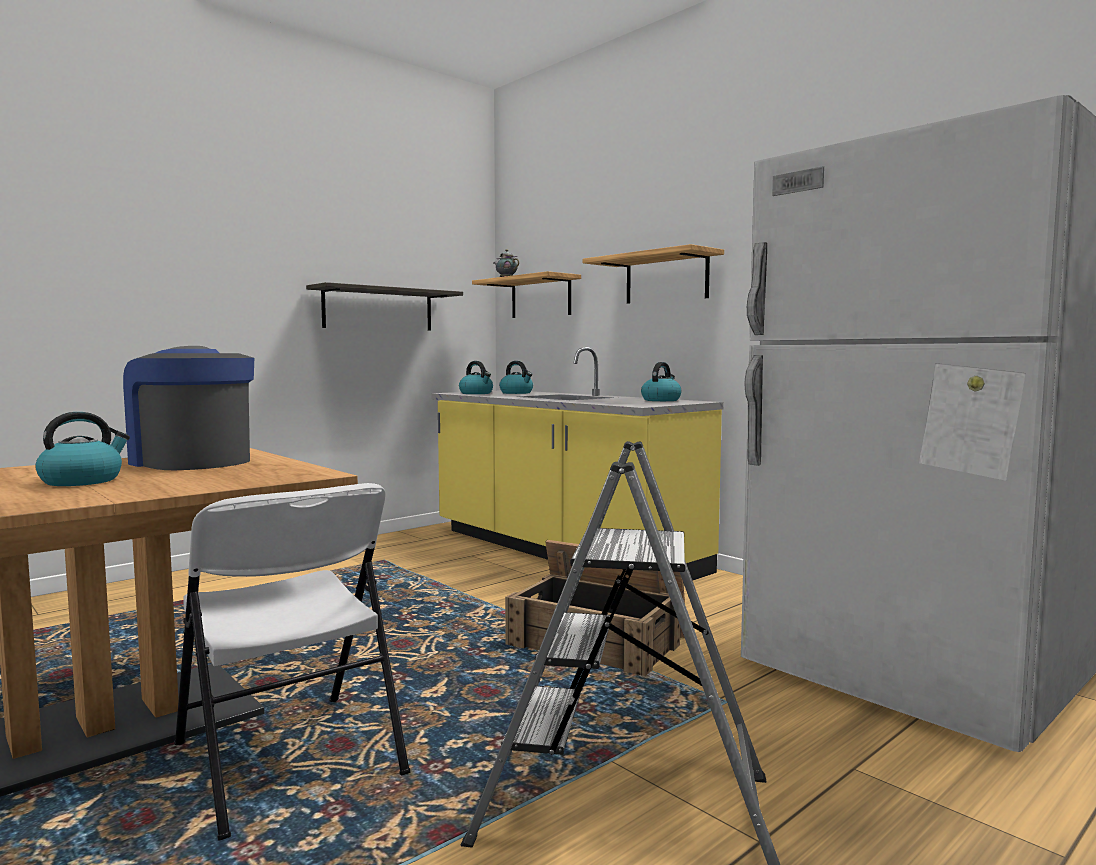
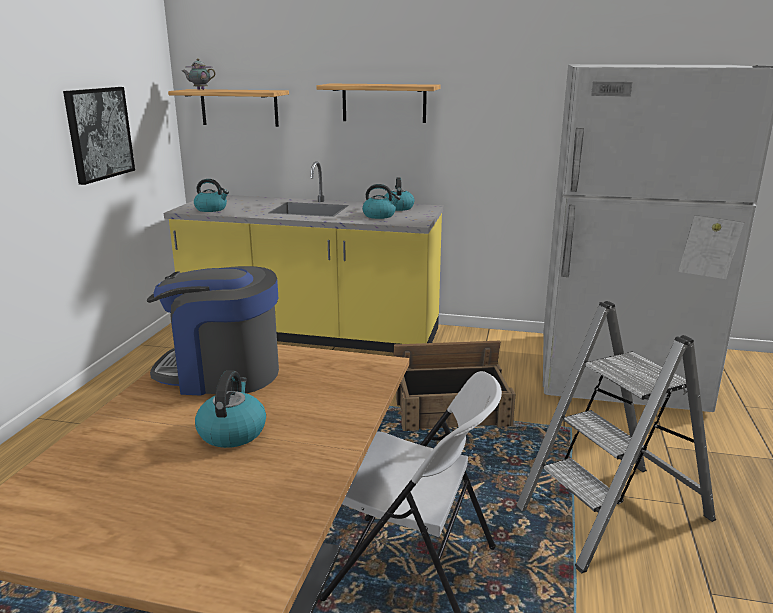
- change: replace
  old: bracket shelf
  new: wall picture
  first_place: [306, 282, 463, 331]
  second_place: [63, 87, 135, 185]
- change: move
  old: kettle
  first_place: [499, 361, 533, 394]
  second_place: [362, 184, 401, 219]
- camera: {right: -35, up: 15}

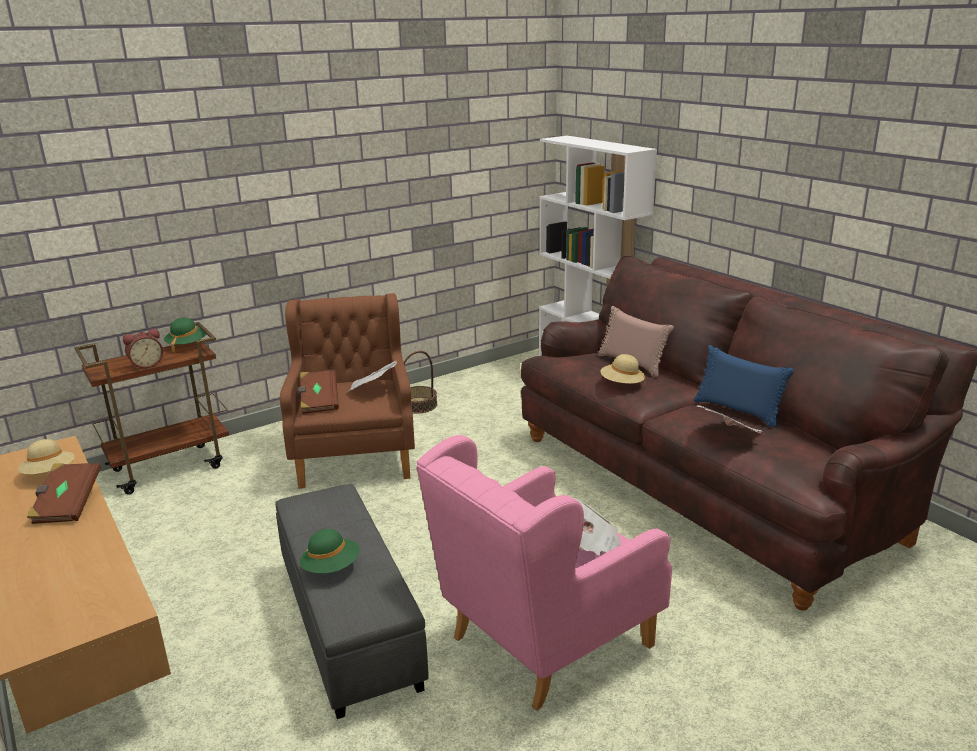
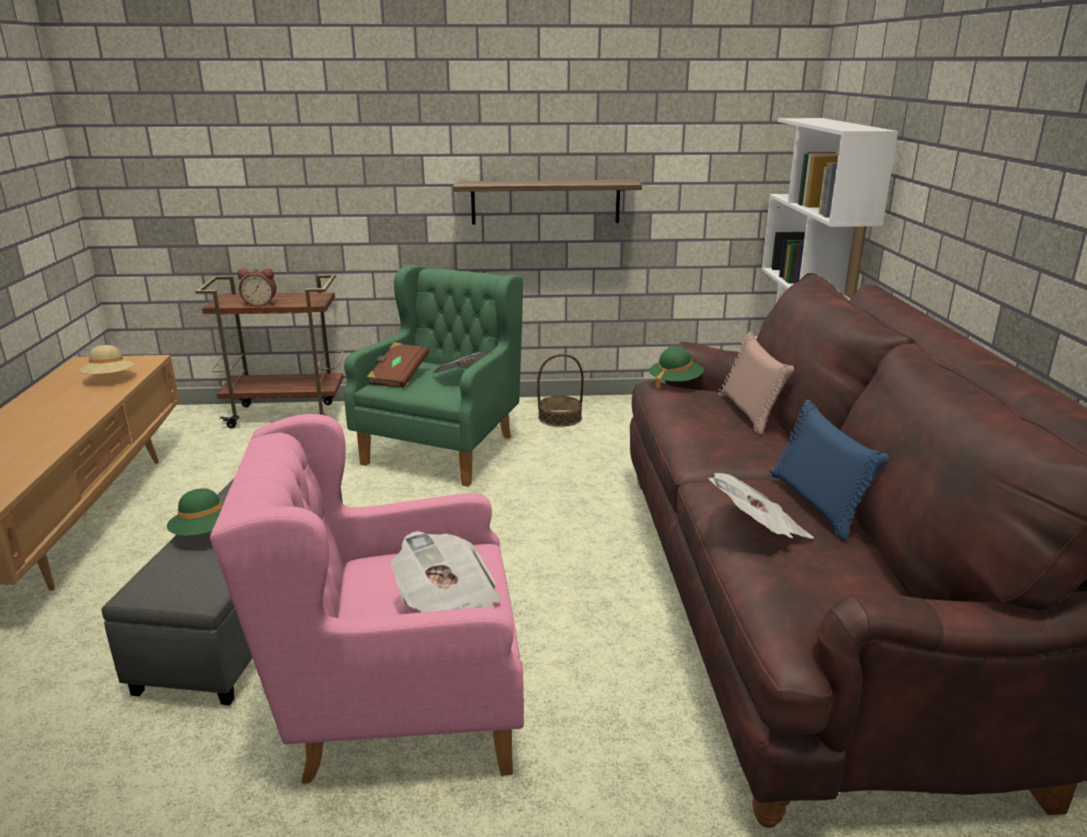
- change: recolor
  old: armchair (brownish)
  new: armchair (greenish)
  first_place: [280, 293, 415, 489]
  second_place: [344, 265, 524, 487]
- change: move
  old: hat (greenish)
  first_place: [164, 318, 206, 352]
  second_place: [649, 347, 704, 389]
- change: delete
  old: hat (sand-coloured)
  first_place: [601, 354, 645, 387]
- change: delete
  old: volume (brownish)
  first_place: [27, 463, 101, 524]
- change: insert
  new: bracket shelf
  second_place: [453, 180, 642, 225]
- camera: {right: 30, up: 0}

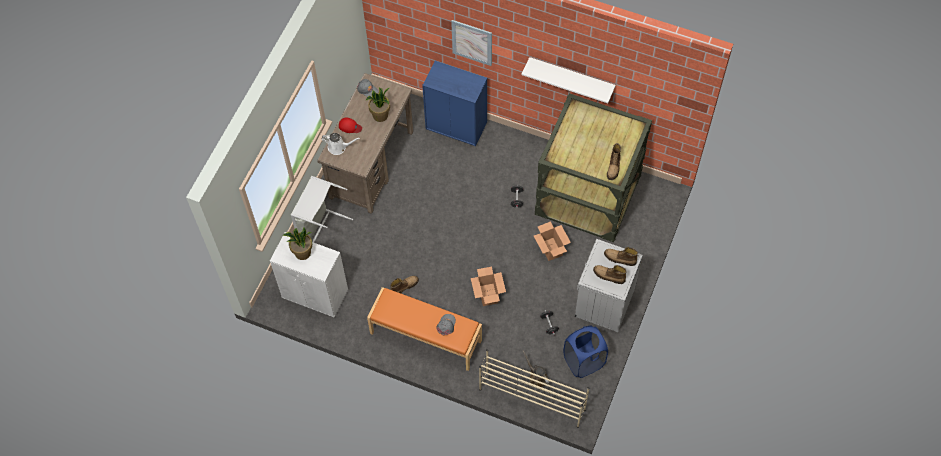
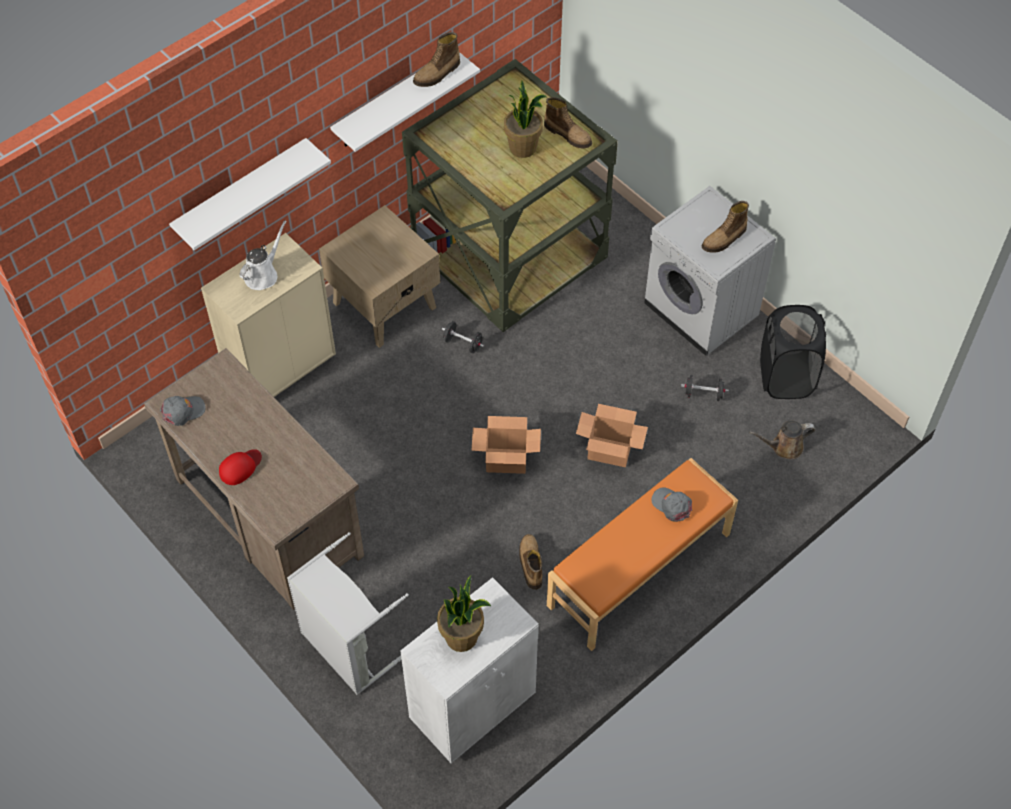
- change: replace
  old: wall picture
  new: bracket shelf (white-coloured)
  first_place: [451, 20, 492, 66]
  second_place: [169, 138, 331, 250]
- change: recolor
  old: storage cabinet (blue)
  new: storage cabinet (sand-coloured)
  first_place: [422, 61, 487, 146]
  second_place: [201, 233, 336, 397]
- change: move
  old: houseplant
  first_place: [365, 87, 390, 122]
  second_place: [504, 81, 547, 158]
- change: move
  old: watering can (white-coloured)
  first_place: [321, 133, 360, 155]
  second_place: [240, 220, 287, 290]
- change: move
  old: packing box
  first_place: [534, 221, 571, 261]
  second_place: [471, 416, 541, 474]
- change: move
  old: boot
  first_place: [604, 247, 638, 266]
  second_place: [413, 32, 460, 87]
- change: recolor
  old: hamper (blue)
  new: hamper (blackish)
  first_place: [563, 325, 608, 378]
  second_place: [760, 305, 826, 399]
- change: delete
  old: shoe rack (sand-coloured)
  first_place: [479, 349, 590, 428]
- change: insert
  new: night table (sand-coloured)
  second_place: [319, 205, 440, 348]
- camera: {right: -65, up: -5}

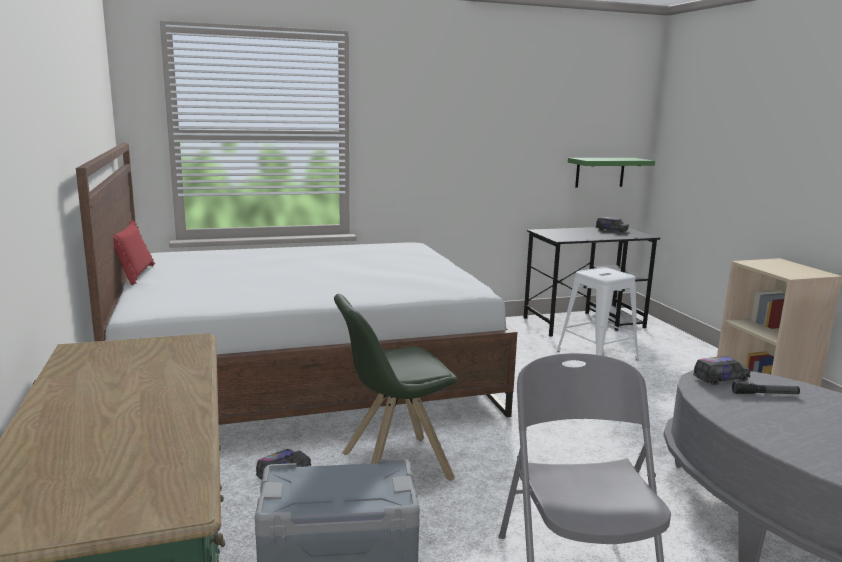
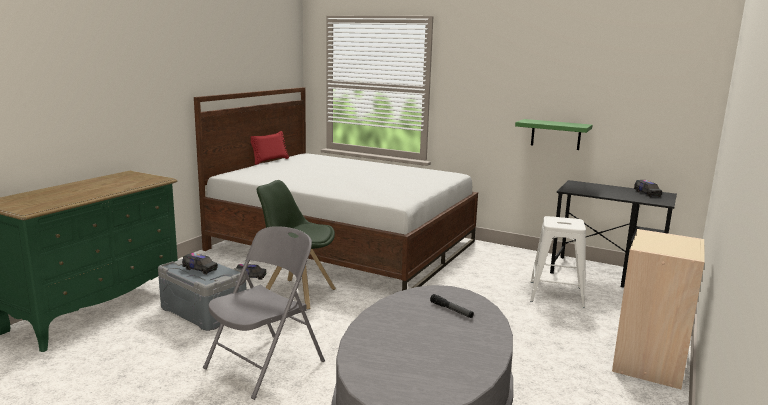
- change: move
  old: bracket shelf (greenish)
  first_place: [568, 158, 655, 187]
  second_place: [515, 119, 592, 150]
- change: move
  old: model truck
  first_place: [693, 356, 751, 385]
  second_place: [182, 253, 217, 275]
- camera: {right: 45, up: 0}

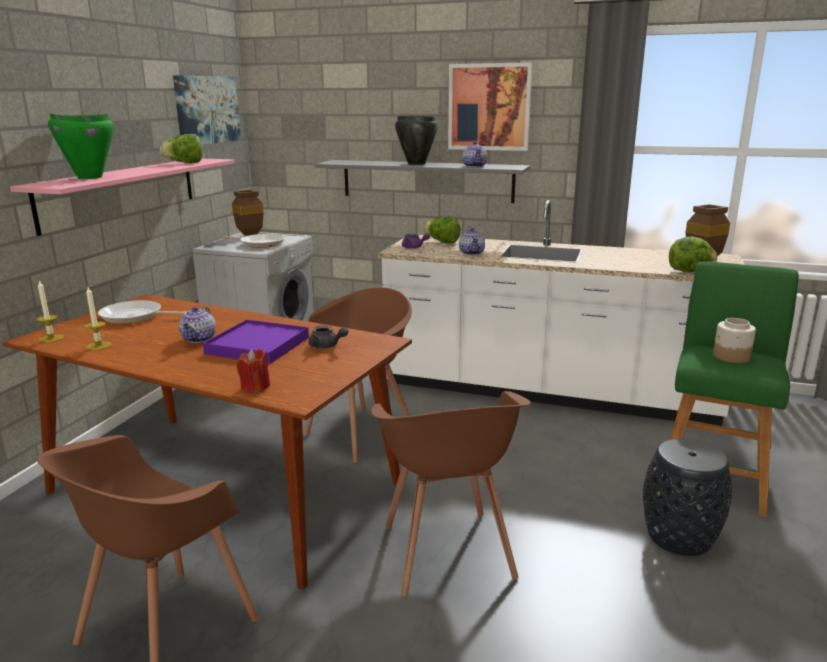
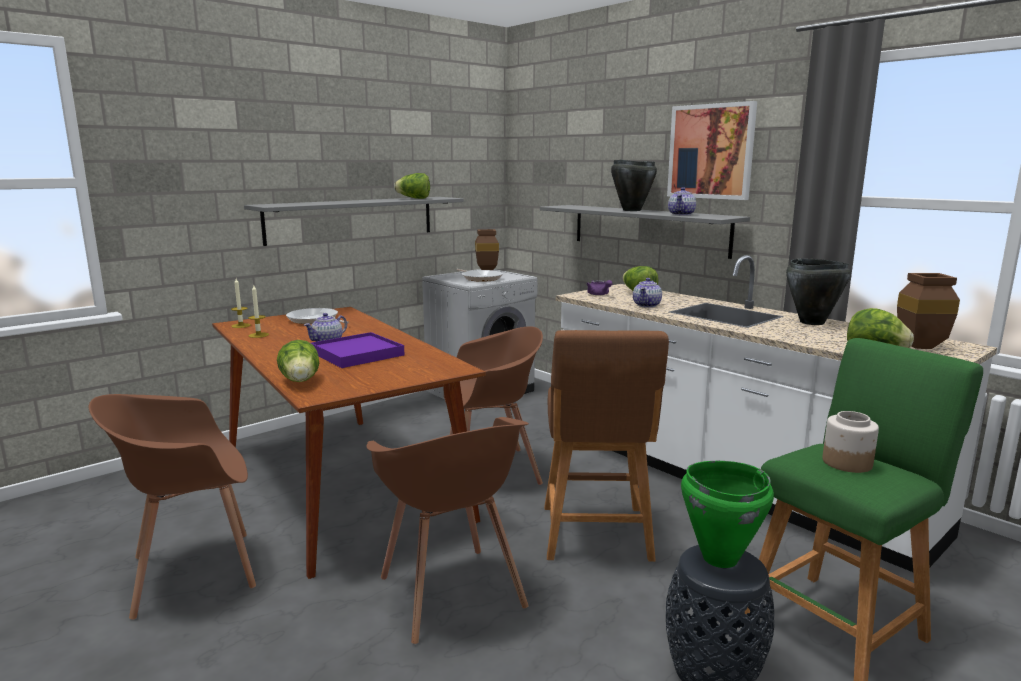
- change: delete
  old: wall picture
  first_place: [173, 75, 241, 145]
- change: move
  old: saucepot (greenish)
  first_place: [48, 114, 114, 179]
  second_place: [681, 461, 774, 568]
- change: recolor
  old: bracket shelf (pinkish)
  new: bracket shelf (gray)
  first_place: [10, 159, 235, 236]
  second_place: [244, 197, 464, 246]
- change: delete
  old: teapot (gray)
  first_place: [309, 326, 349, 348]
- change: replace
  old: candle (red-coloured)
  new: lettuce head
  first_place: [237, 349, 270, 394]
  second_place: [277, 340, 319, 382]
- change: rotate
  old: upright chair (brownish)
  first_place: [371, 391, 531, 596]
  second_place: [366, 417, 529, 644]
  degrees: -45
- change: insert
  new: saucepot (blackish)
  second_place: [786, 258, 851, 325]
- change: insert
  new: stool seat (brownish)
  second_place: [544, 330, 669, 562]
- camera: {right: 30, up: -5}

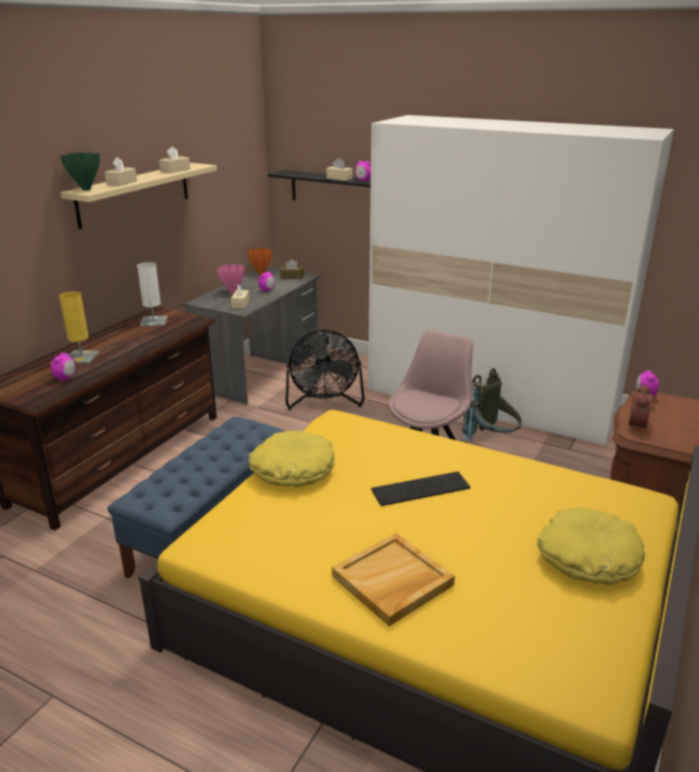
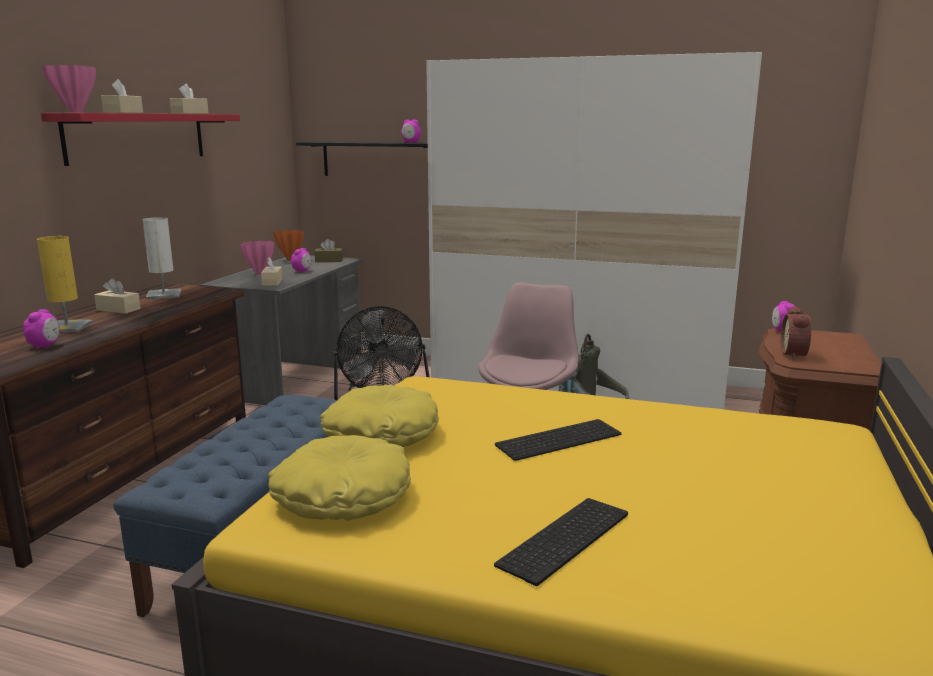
- change: recolor
  old: decorative vase (greenish)
  new: decorative vase (pinkish)
  first_place: [60, 152, 100, 191]
  second_place: [42, 65, 96, 113]
- change: move
  old: box of tissues (sand-coloured)
  first_place: [326, 158, 353, 181]
  second_place: [94, 278, 141, 314]
- change: recolor
  old: bracket shelf (sand-coloured)
  new: bracket shelf (red-coloured)
  first_place: [60, 163, 217, 229]
  second_place: [41, 113, 240, 166]
- change: move
  old: throw pillow (yellow-coloured)
  first_place: [537, 507, 645, 585]
  second_place: [268, 435, 411, 521]
- change: replace
  old: tray (sand-coloured)
  new: keyboard
  first_place: [332, 533, 455, 626]
  second_place: [494, 498, 628, 586]
- camera: {right: -10, up: -10}

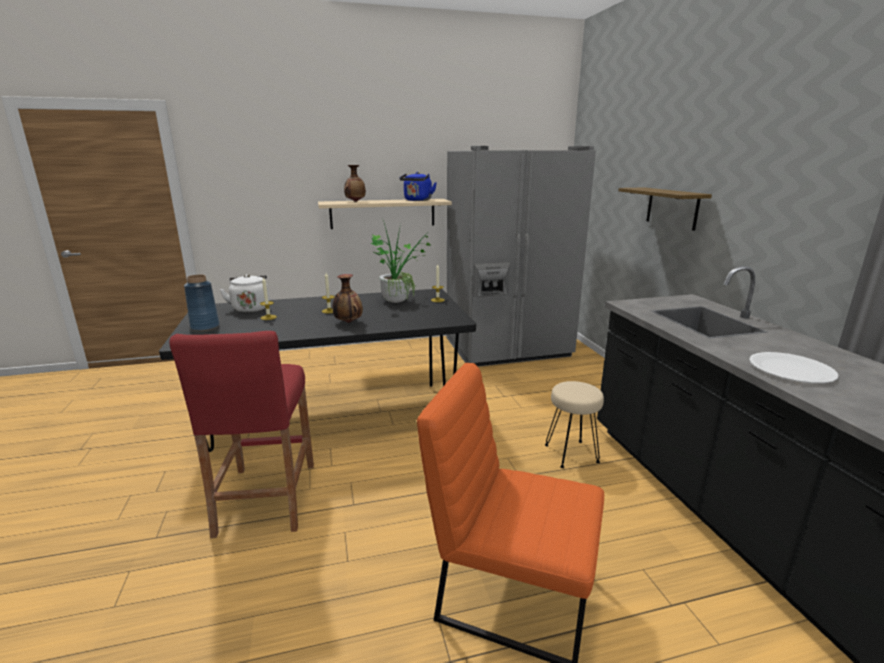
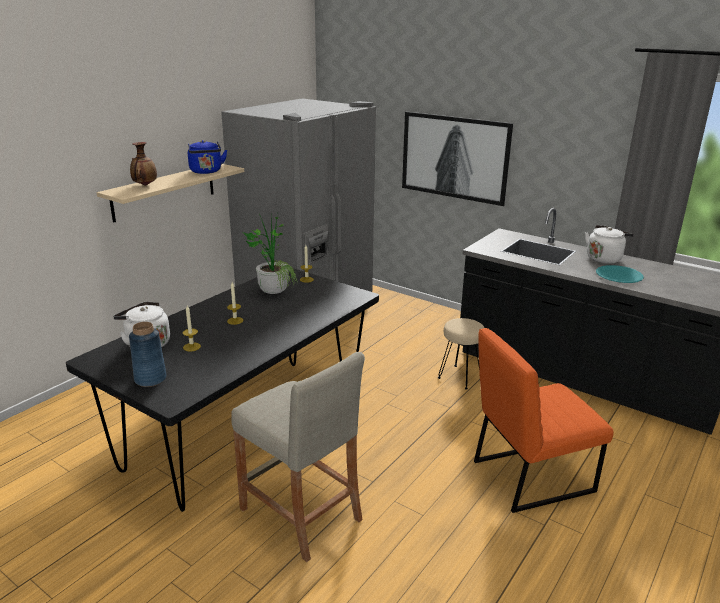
- change: replace
  old: bracket shelf
  new: wall picture
  first_place: [618, 187, 712, 231]
  second_place: [402, 112, 513, 206]
- change: delete
  old: decorative vase
  first_place: [332, 274, 363, 323]
- change: recolor
  old: stool seat (red-coloured)
  new: stool seat (sand-coloured)
  first_place: [169, 331, 314, 538]
  second_place: [231, 352, 365, 562]
- change: recolor
  old: plate (white-coloured)
  new: plate (blue-green)
  first_place: [749, 352, 838, 383]
  second_place: [596, 265, 644, 283]
- change: insert
  new: kettle (white-coloured)
  second_place: [585, 225, 633, 264]
- camera: {right: -40, up: 5}

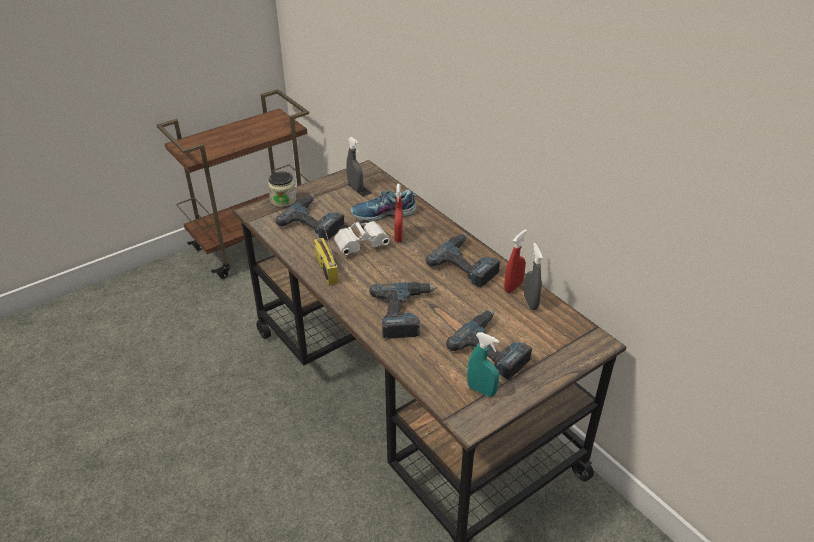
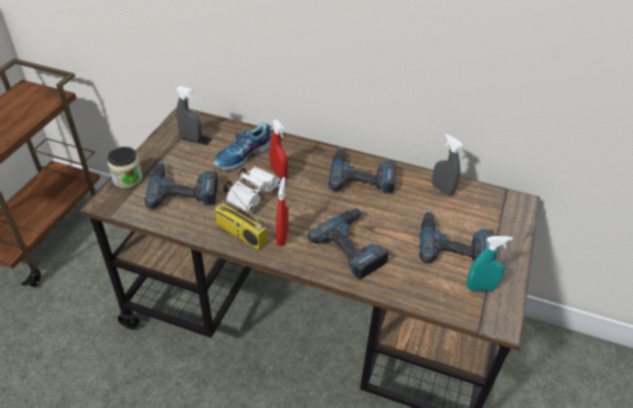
- change: move
  old: hand sprayer (red-coloured)
  first_place: [504, 229, 527, 293]
  second_place: [276, 177, 289, 246]
- camera: {right: -35, up: 5}

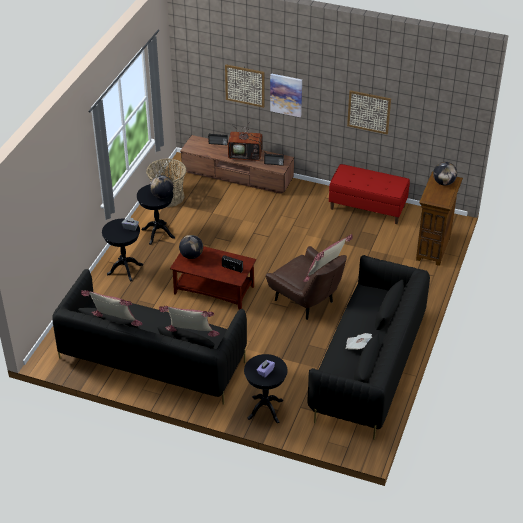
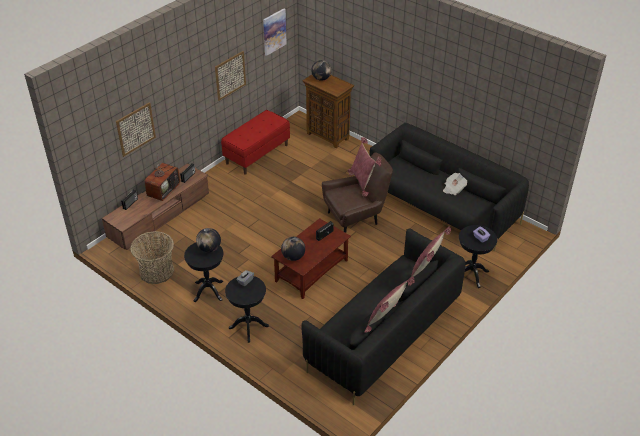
- change: move
  old: wall picture
  first_place: [270, 73, 302, 117]
  second_place: [263, 8, 287, 56]
- camera: {right: -70, up: 0}

